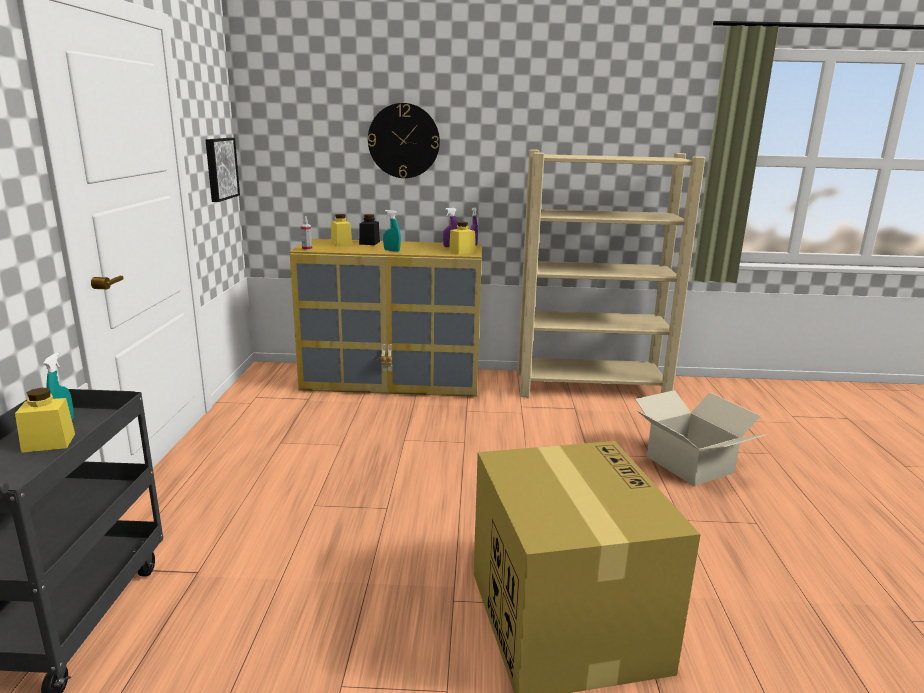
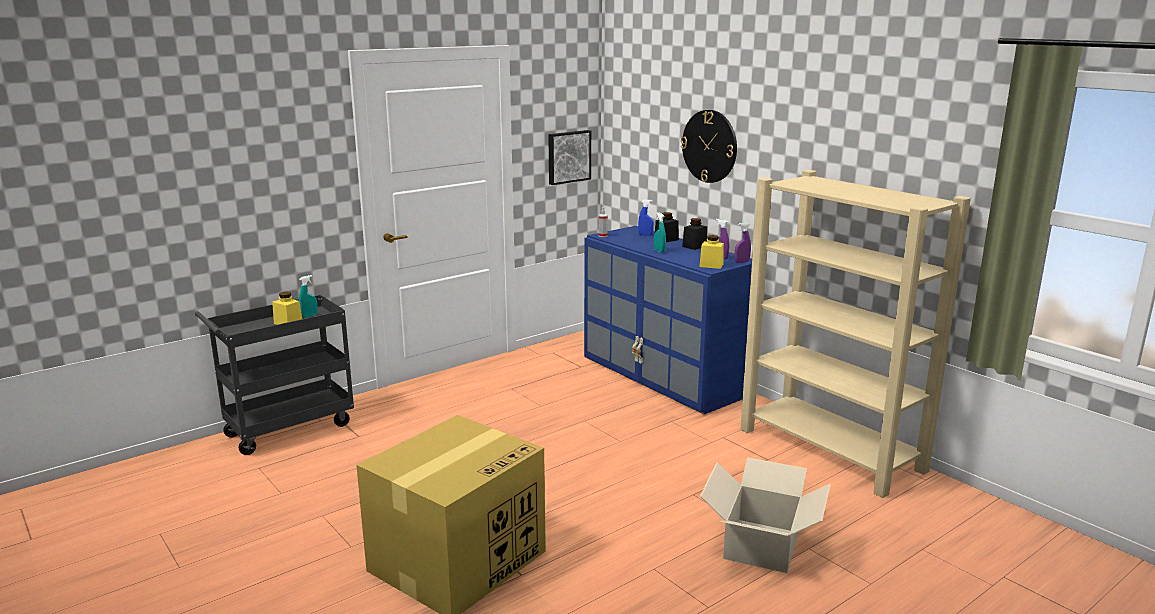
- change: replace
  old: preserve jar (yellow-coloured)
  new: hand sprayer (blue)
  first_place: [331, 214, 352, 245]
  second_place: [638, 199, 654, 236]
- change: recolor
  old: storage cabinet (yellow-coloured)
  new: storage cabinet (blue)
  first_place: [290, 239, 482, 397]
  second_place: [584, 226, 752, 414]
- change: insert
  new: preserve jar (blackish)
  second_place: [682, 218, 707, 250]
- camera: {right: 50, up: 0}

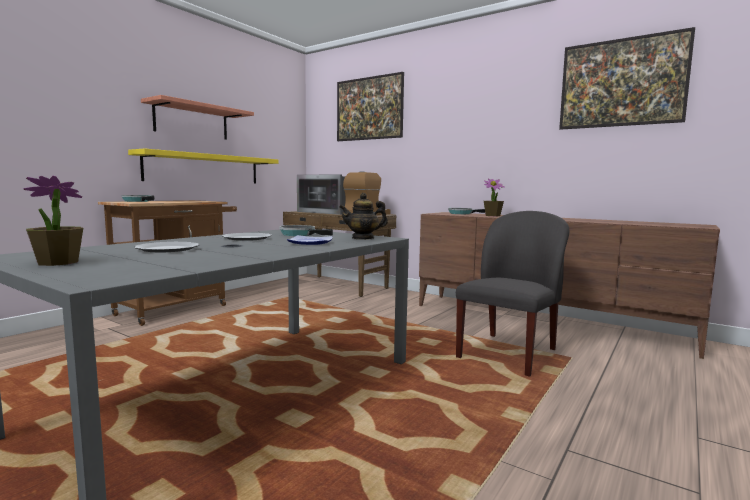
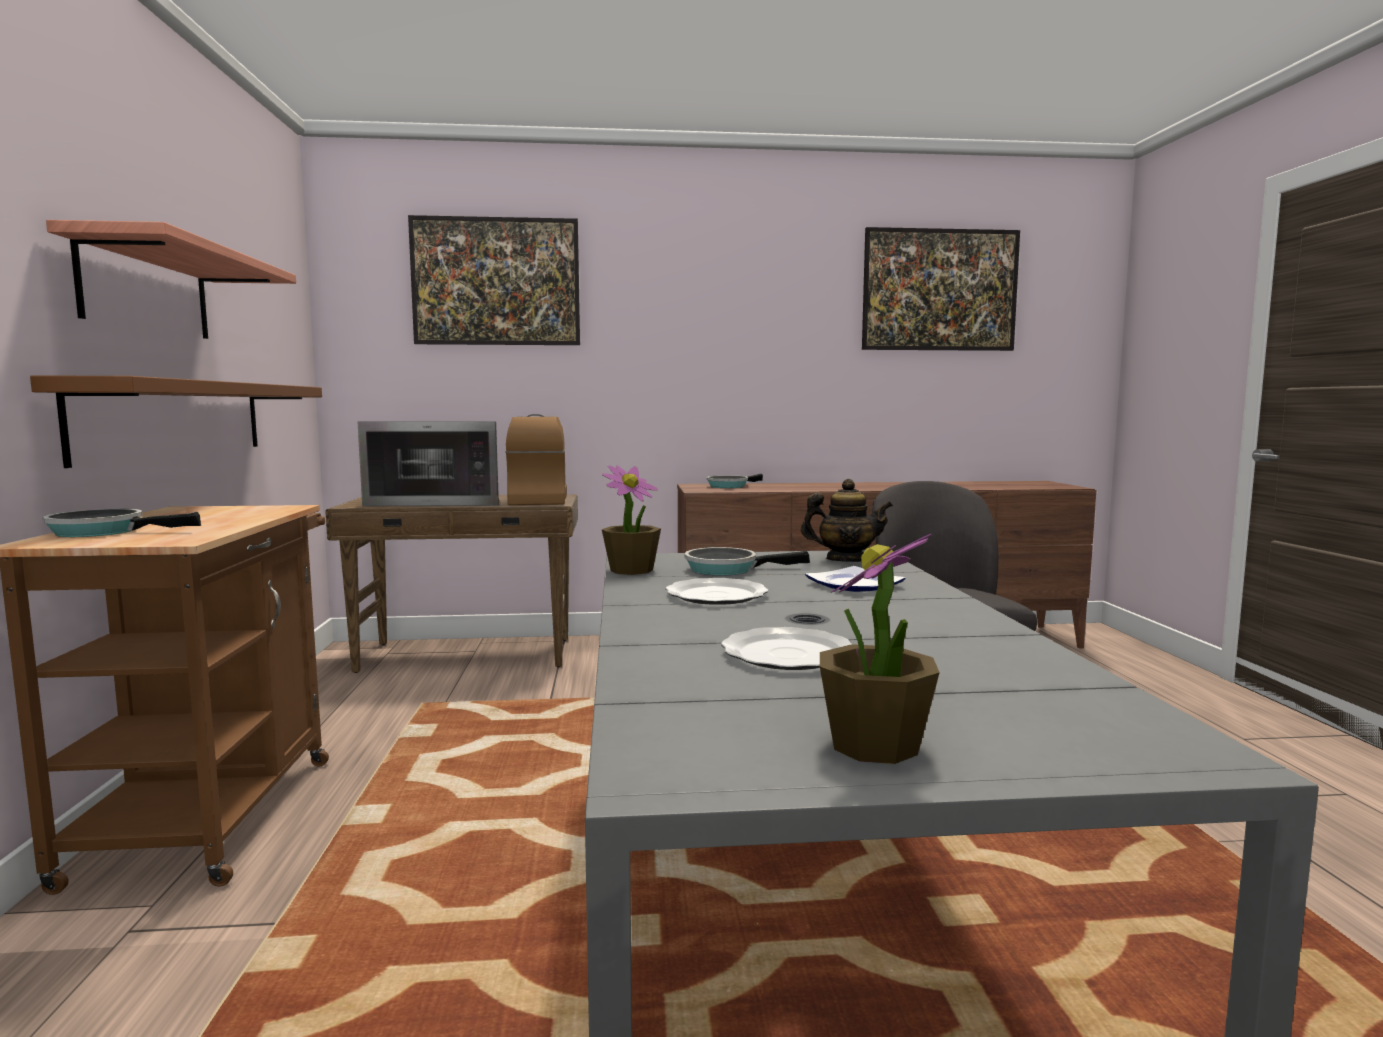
- change: recolor
  old: bracket shelf (yellow-coloured)
  new: bracket shelf (brownish)
  first_place: [128, 148, 278, 184]
  second_place: [30, 375, 322, 468]
- change: move
  old: houseplant
  first_place: [484, 179, 505, 216]
  second_place: [602, 465, 661, 575]
- change: rotate
  old: teapot
  first_place: [339, 193, 388, 240]
  second_place: [801, 479, 893, 562]
  degrees: -120
- camera: {right: -40, up: 0}

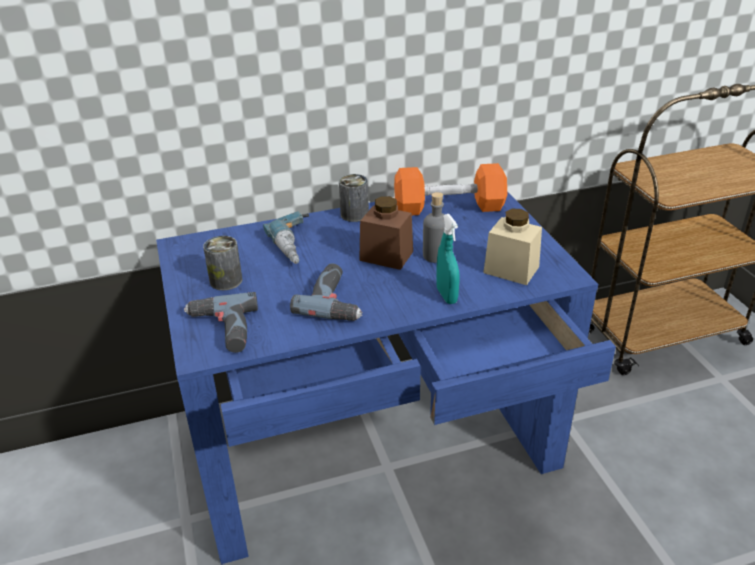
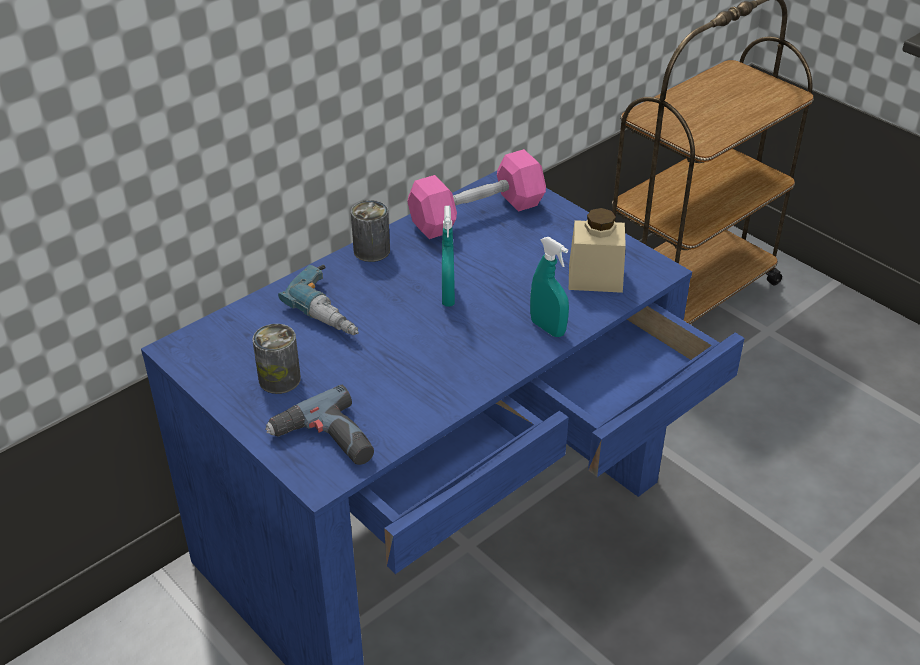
- change: recolor
  old: dumbbell (orange)
  new: dumbbell (pinkish)
  first_place: [394, 163, 507, 215]
  second_place: [407, 149, 546, 239]
- change: delete
  old: drink bottle (gray)
  first_place: [423, 192, 445, 263]
- change: replace
  old: preserve jar (brownish)
  new: hand sprayer (blue-green)
  first_place: [359, 196, 413, 270]
  second_place: [442, 206, 455, 307]
- change: delete
  old: drill
  first_place: [290, 264, 363, 321]
- camera: {right: -25, up: 5}

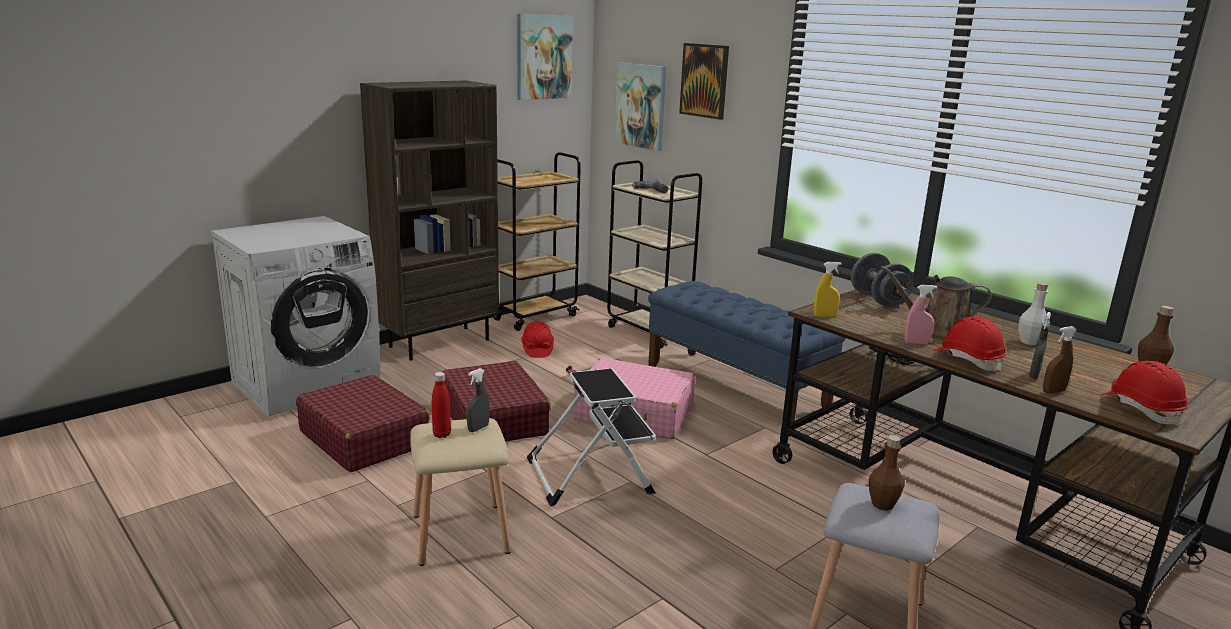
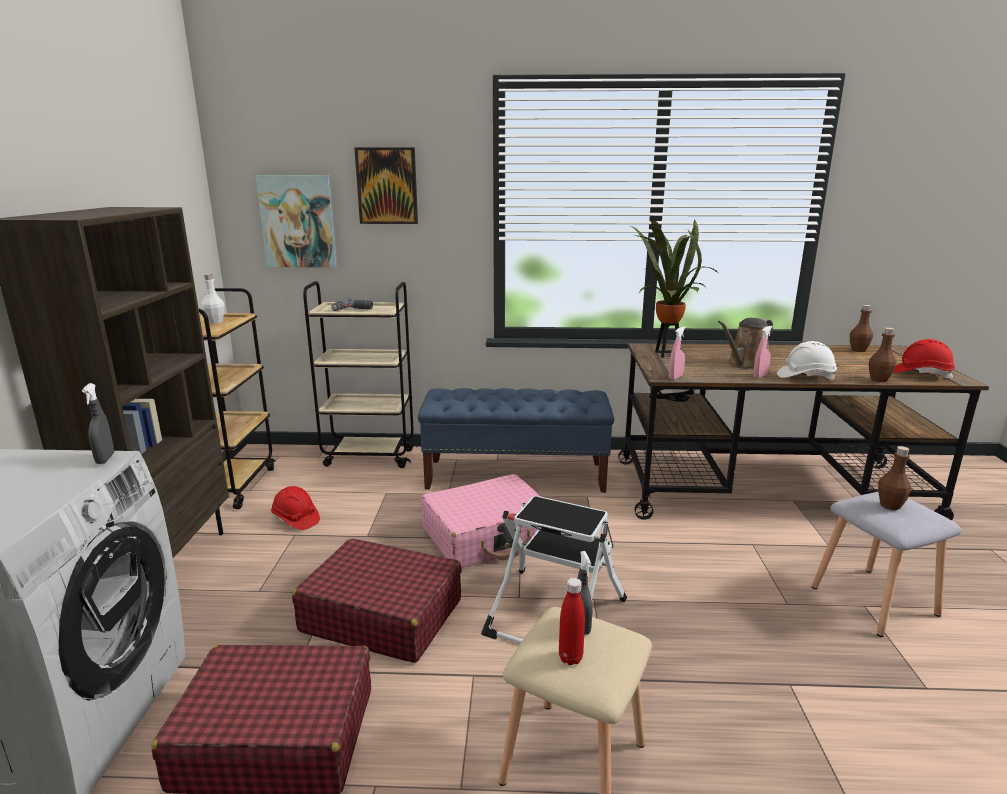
- change: delete
  old: wall picture
  first_place: [517, 14, 573, 100]
- change: replace
  old: dumbbell (gray)
  new: houseplant
  first_place: [851, 253, 914, 307]
  second_place: [631, 219, 719, 358]
- change: recolor
  old: hand sprayer (yellow-coloured)
  new: hand sprayer (pinkish)
  first_place: [814, 262, 842, 317]
  second_place: [669, 326, 686, 379]
- change: move
  old: drink bottle (white-coloured)
  first_place: [1019, 282, 1050, 345]
  second_place: [201, 274, 225, 324]
- change: move
  old: hand sprayer (gray)
  first_place: [1029, 312, 1051, 379]
  second_place: [82, 383, 114, 464]
- change: recolor
  old: safety helmet (red-coloured)
  new: safety helmet (white-coloured)
  first_place: [934, 317, 1006, 372]
  second_place: [777, 341, 837, 380]
- change: replace
  old: hand sprayer (brownish)
  new: drink bottle (brownish)
  first_place: [1043, 326, 1077, 394]
  second_place: [869, 328, 896, 382]
- camera: {right: -45, up: 0}

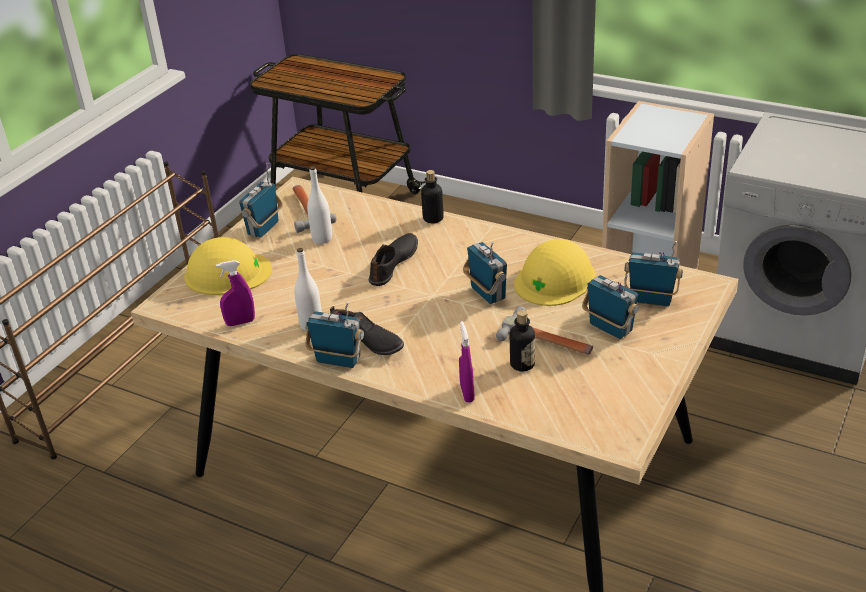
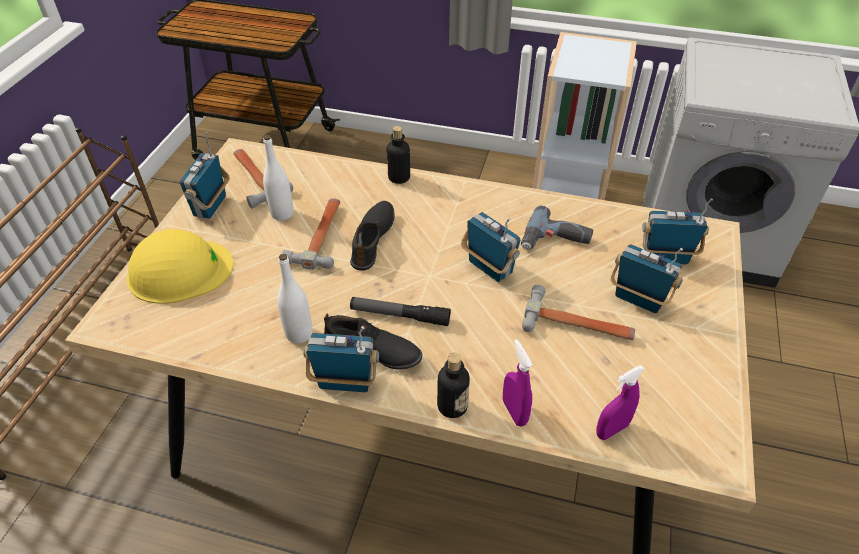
- change: replace
  old: safety helmet (yellow-coloured)
  new: drill
  first_place: [514, 239, 596, 306]
  second_place: [521, 206, 593, 250]
- change: move
  old: hand sprayer (purple)
  first_place: [216, 260, 255, 326]
  second_place: [596, 365, 645, 440]
- change: move
  old: drink bottle
  first_place: [510, 310, 535, 371]
  second_place: [437, 353, 470, 418]
- change: insert
  new: hand hammer
  second_place: [282, 198, 340, 270]
- change: insert
  new: torch
  second_place: [350, 297, 451, 326]
- camera: {right: -15, up: 10}

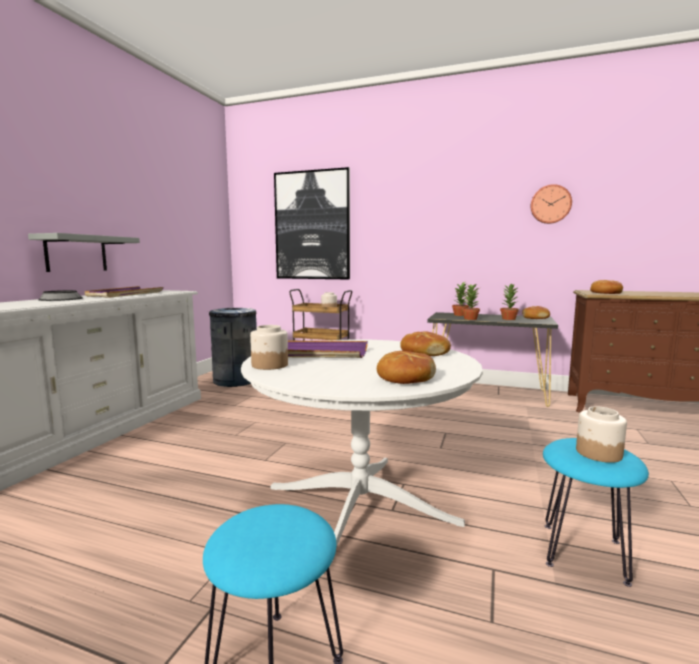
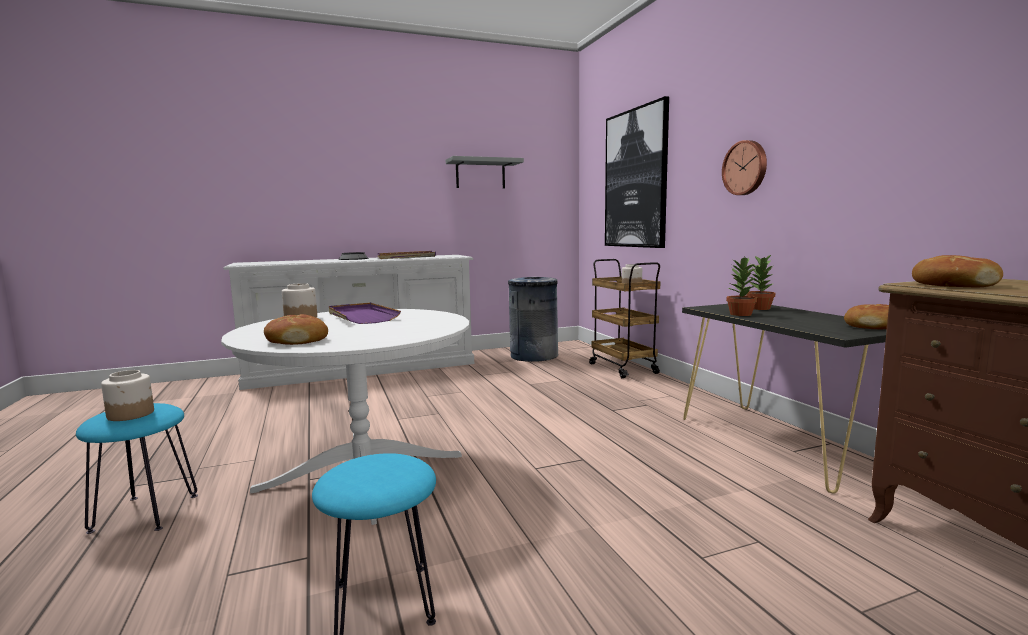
- change: move
  old: hanging clock
  first_place: [530, 184, 572, 224]
  second_place: [722, 140, 767, 195]
- change: move
  old: bracket shelf (gray)
  first_place: [28, 233, 140, 272]
  second_place: [446, 156, 524, 188]
- change: delete
  old: houseplant
  first_place: [500, 284, 519, 320]
- change: delete
  old: bread
  first_place: [400, 331, 451, 356]
- change: move
  old: preserve jar
  first_place: [576, 406, 627, 463]
  second_place: [101, 370, 154, 421]
- camera: {right: 50, up: 0}

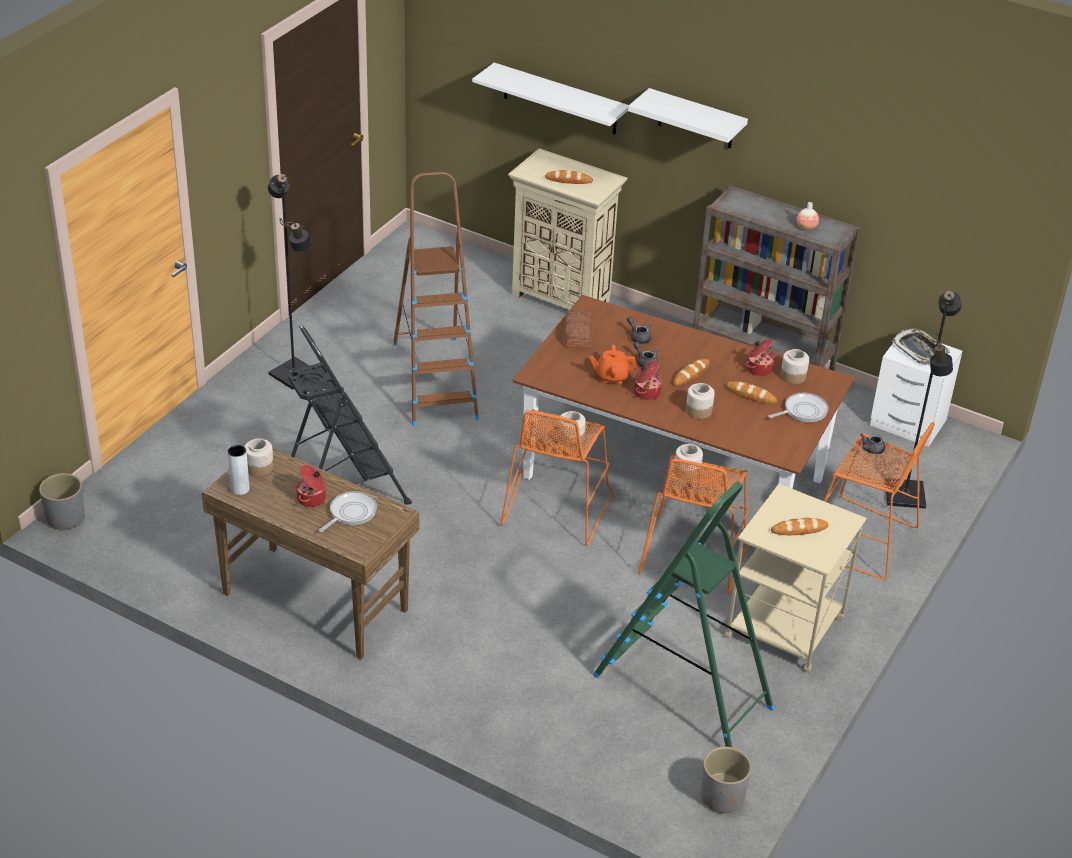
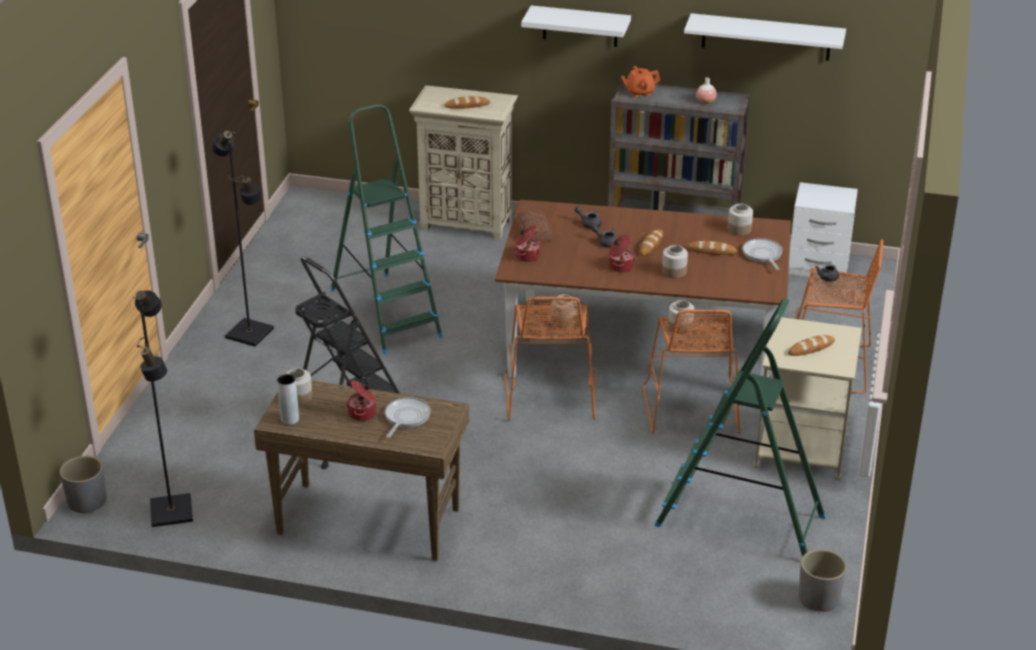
- change: move
  old: bracket shelf (white-coloured)
  first_place: [472, 63, 629, 134]
  second_place: [684, 13, 846, 61]
- change: recolor
  old: step ladder (brownish)
  new: step ladder (greenish)
  first_place: [393, 172, 479, 426]
  second_place: [331, 104, 443, 355]
- change: move
  old: standing lamp (blackish)
  first_place: [885, 291, 962, 509]
  second_place: [133, 290, 193, 527]
- change: delete
  old: tray
  first_place: [892, 328, 950, 365]
- change: move
  old: saucepot
  first_place: [746, 339, 775, 376]
  second_place: [516, 225, 541, 262]
- change: move
  old: teapot (orange)
  first_place: [589, 344, 637, 384]
  second_place: [621, 66, 660, 97]
- change: rotate
  old: frying pan
  first_place: [768, 393, 829, 422]
  second_place: [743, 238, 783, 270]
  degrees: -60
- camera: {right: -15, up: -5}

